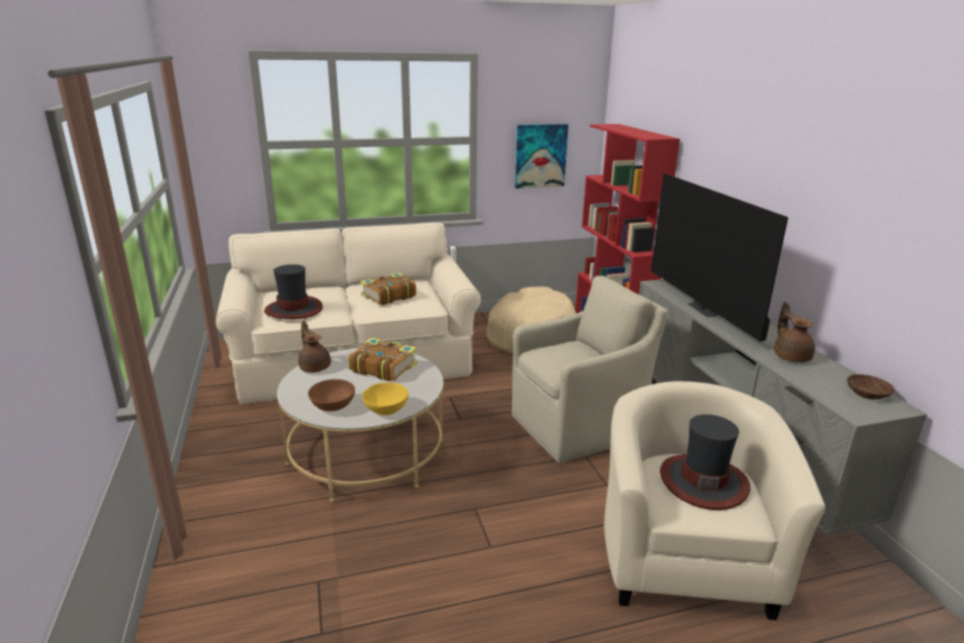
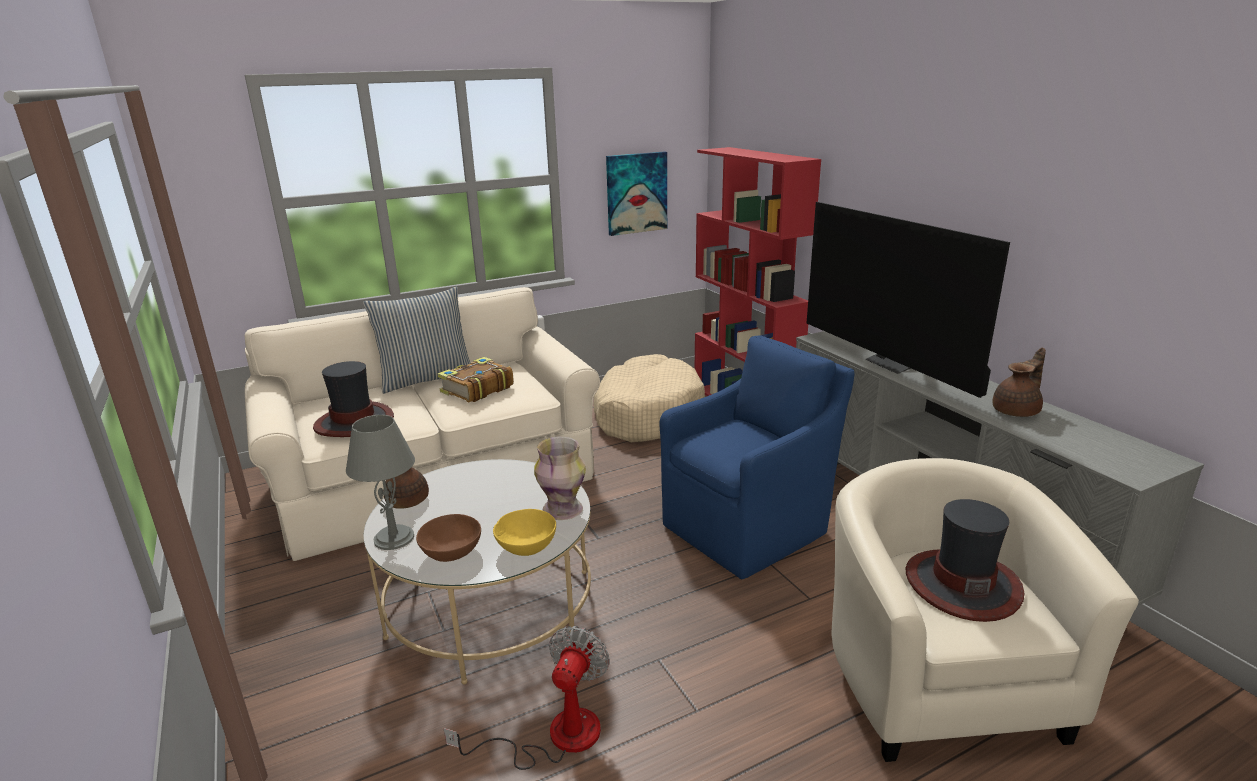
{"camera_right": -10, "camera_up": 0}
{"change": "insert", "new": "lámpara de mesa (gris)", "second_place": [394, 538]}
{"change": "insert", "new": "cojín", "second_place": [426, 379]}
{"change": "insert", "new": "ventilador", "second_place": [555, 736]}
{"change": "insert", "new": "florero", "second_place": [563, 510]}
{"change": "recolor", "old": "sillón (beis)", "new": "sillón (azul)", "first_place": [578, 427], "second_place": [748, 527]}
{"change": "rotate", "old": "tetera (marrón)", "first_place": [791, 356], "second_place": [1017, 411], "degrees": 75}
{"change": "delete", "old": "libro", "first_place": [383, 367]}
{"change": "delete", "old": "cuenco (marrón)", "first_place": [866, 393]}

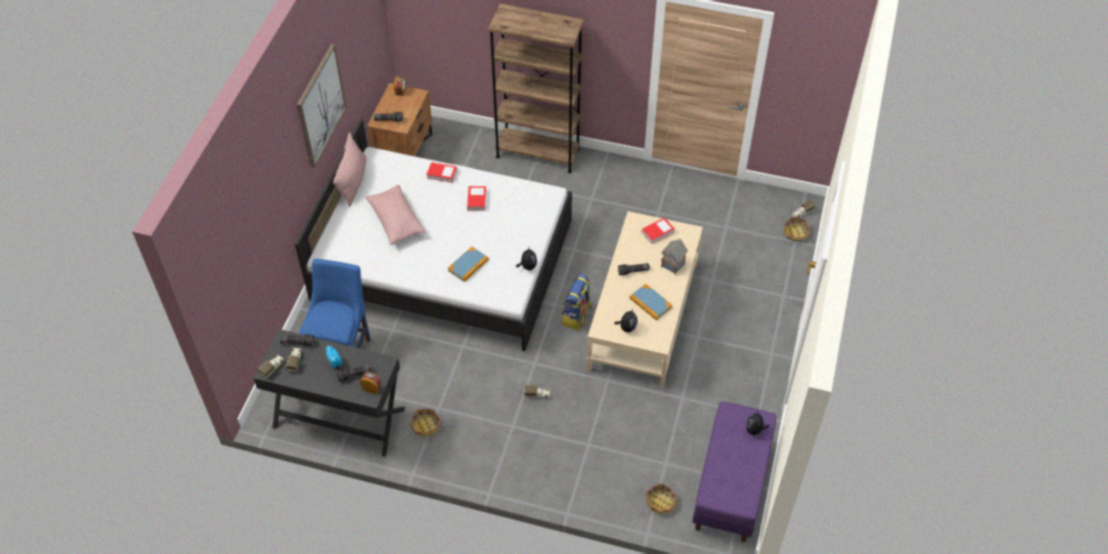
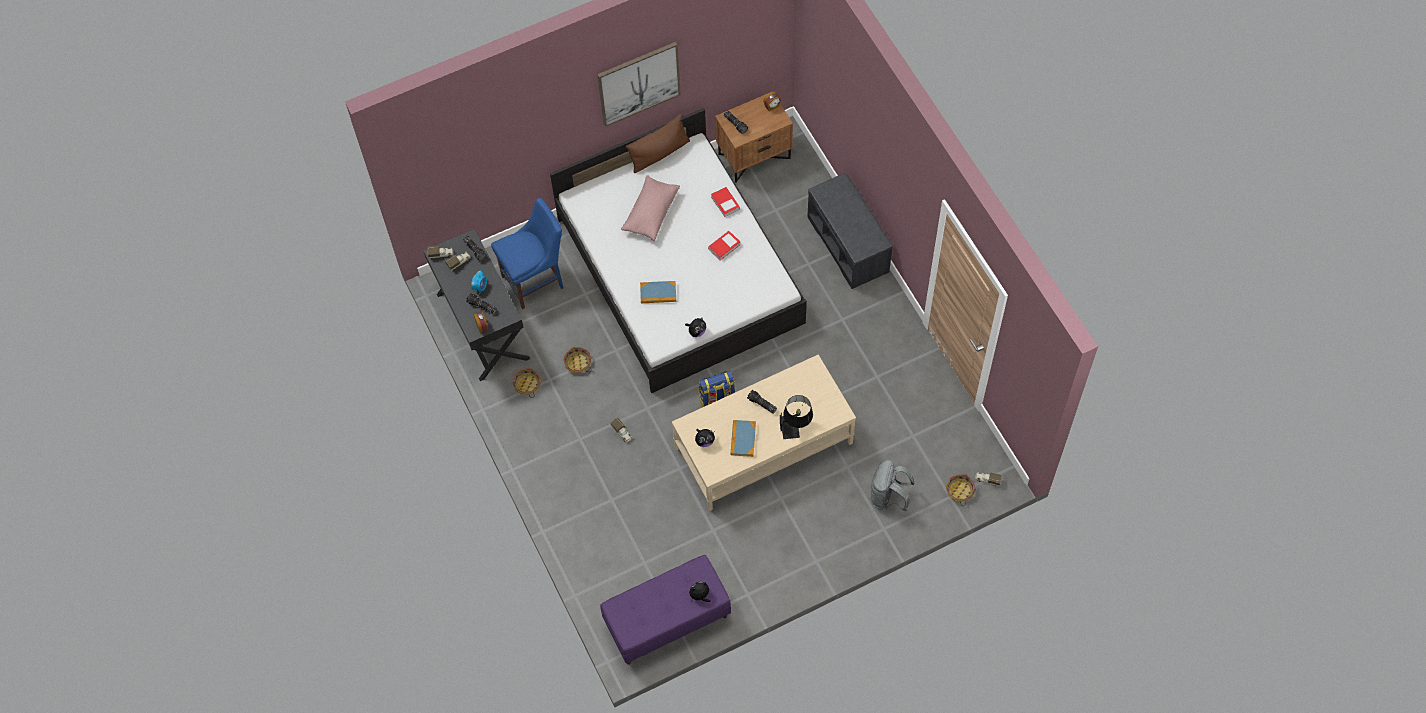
{"camera_right": 50, "camera_up": 10}
{"change": "move", "old": "cesta", "first_place": [661, 502], "second_place": [578, 363]}
{"change": "recolor", "old": "cojín (rosa)", "new": "cojín (marrón)", "first_place": [353, 181], "second_place": [659, 153]}
{"change": "replace", "old": "casita", "new": "lámpara de mesa (negro)", "first_place": [673, 265], "second_place": [795, 426]}
{"change": "replace", "old": "estantería (marrón)", "new": "banco (gris)", "first_place": [537, 153], "second_place": [849, 244]}
{"change": "insert", "new": "mochila (gris)", "second_place": [888, 498]}
{"change": "delete", "old": "libro", "first_place": [657, 232]}

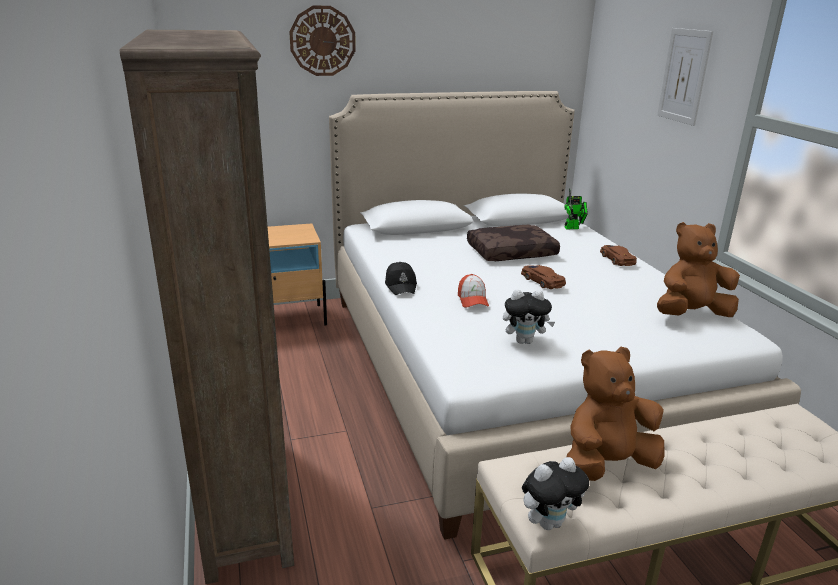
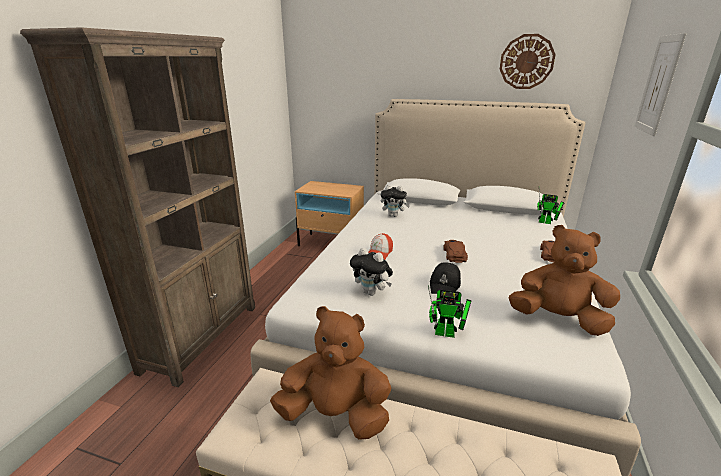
{"camera_right": 35, "camera_up": 0}
{"change": "move", "old": "peluche", "first_place": [549, 522], "second_place": [393, 215]}
{"change": "insert", "new": "robot de juguete", "second_place": [448, 333]}
{"change": "move", "old": "gorra (negro)", "first_place": [401, 285], "second_place": [445, 285]}
{"change": "move", "old": "reloj de pared", "first_place": [322, 41], "second_place": [526, 62]}
{"change": "delete", "old": "cojín (marrón)", "first_place": [511, 252]}

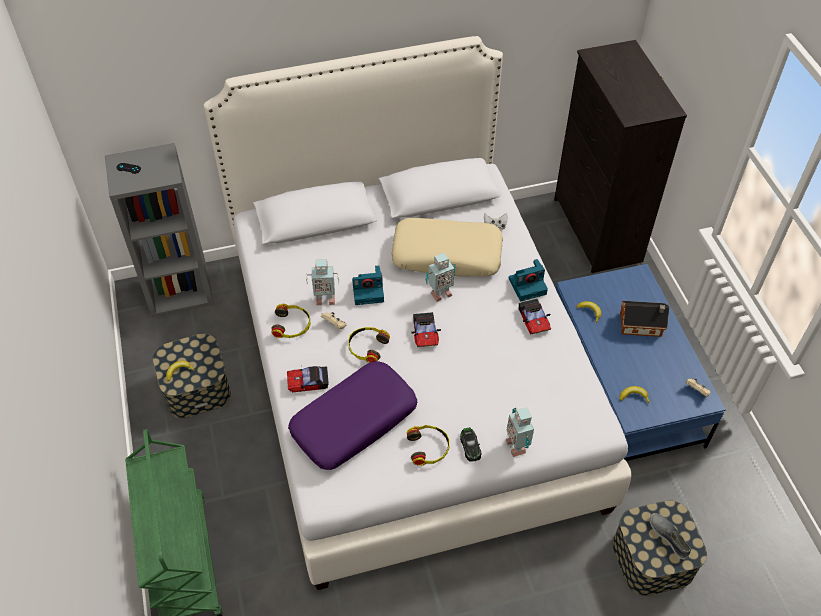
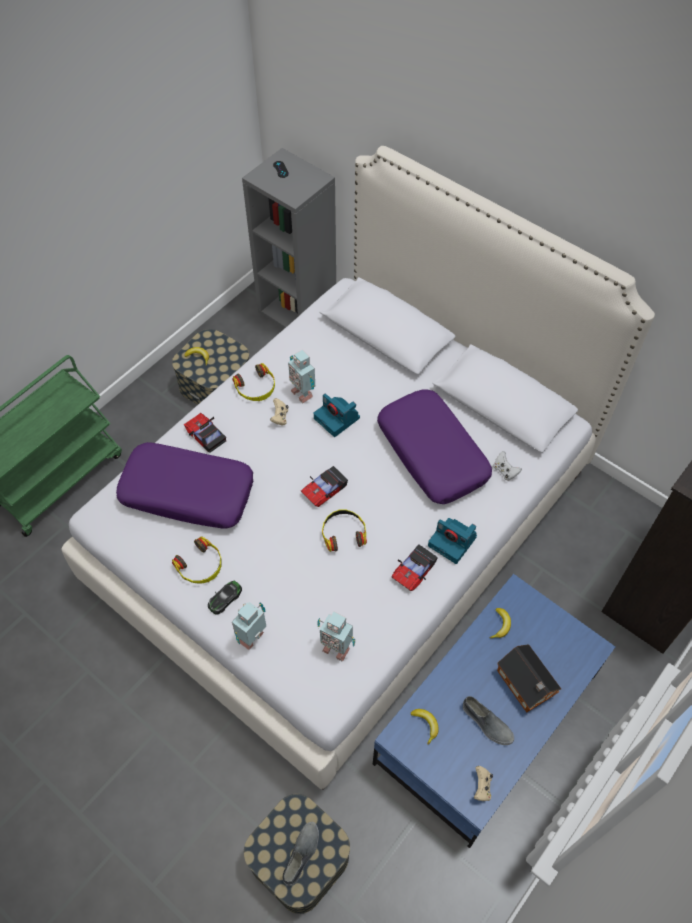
{"camera_right": 55, "camera_up": 5}
{"change": "move", "old": "robot de juguete", "first_place": [440, 293], "second_place": [336, 647]}
{"change": "move", "old": "auriculares", "first_place": [367, 347], "second_place": [343, 533]}
{"change": "recolor", "old": "cojín (beis)", "new": "cojín (morado)", "first_place": [447, 255], "second_place": [433, 453]}
{"change": "insert", "new": "zapato (gris)", "second_place": [486, 723]}

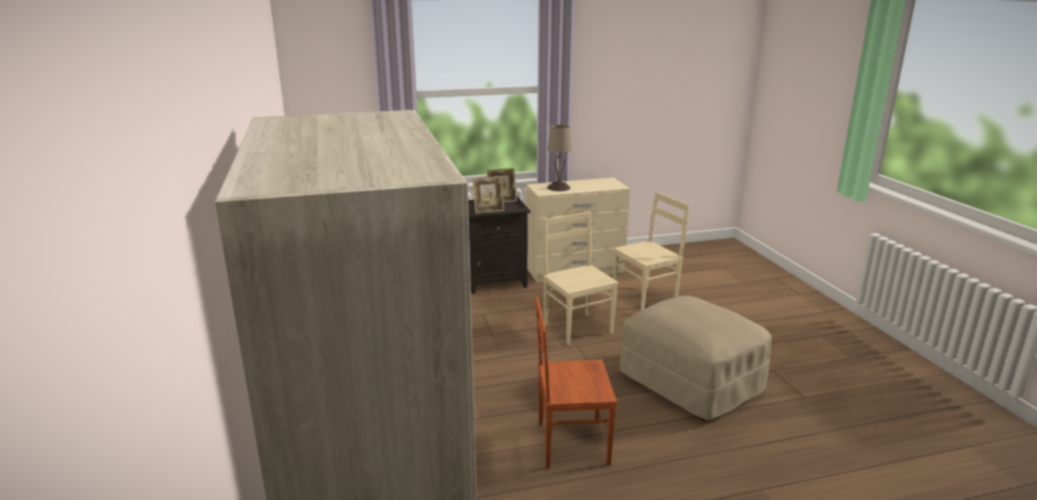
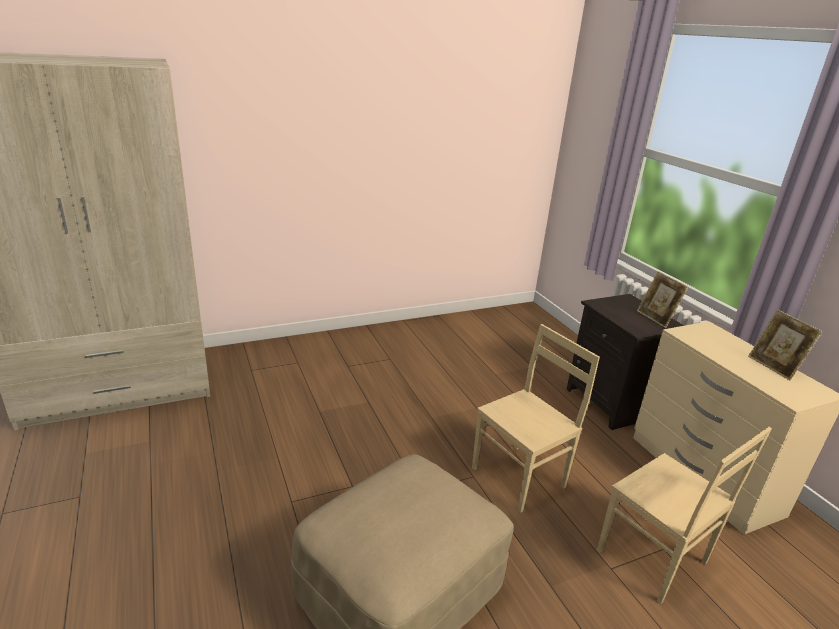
{"camera_right": 80, "camera_up": 5}
{"change": "move", "old": "portarretratos", "first_place": [488, 210], "second_place": [774, 367]}
{"change": "delete", "old": "silla (marrón)", "first_place": [571, 443]}
{"change": "delete", "old": "lámpara de mesa (beis)", "first_place": [559, 187]}

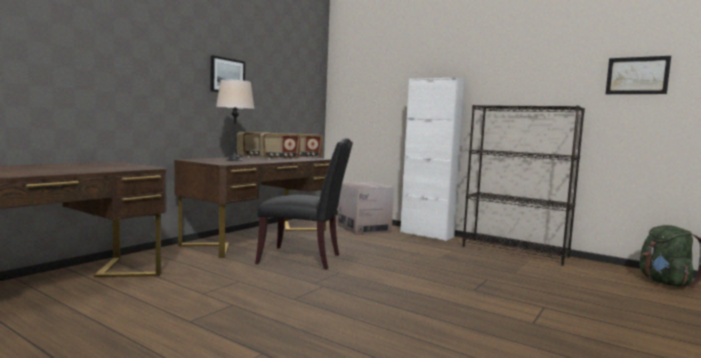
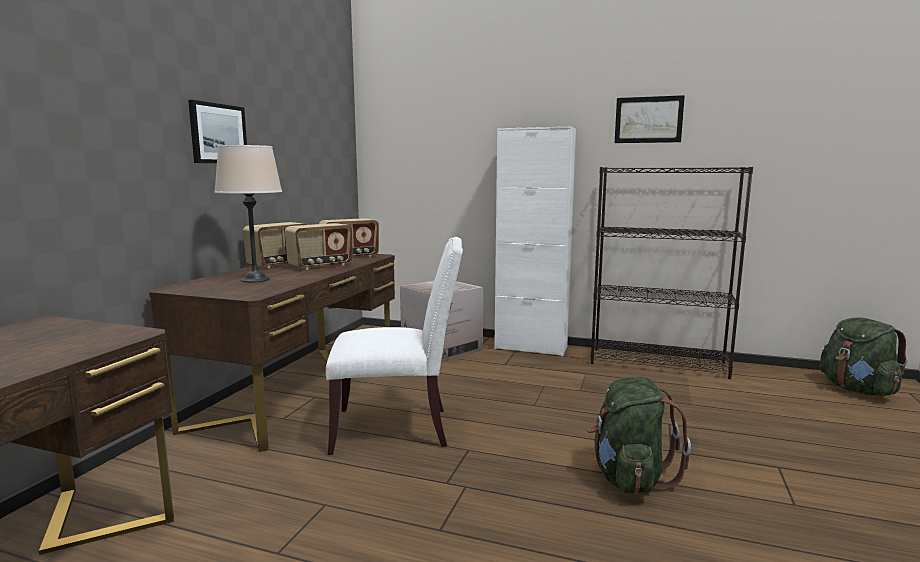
{"camera_right": -15, "camera_up": 5}
{"change": "recolor", "old": "silla (negro)", "new": "silla (blanco)", "first_place": [304, 259], "second_place": [397, 428]}
{"change": "insert", "new": "mochila (verde)", "second_place": [629, 478]}
{"change": "move", "old": "cuadro", "first_place": [637, 75], "second_place": [648, 120]}

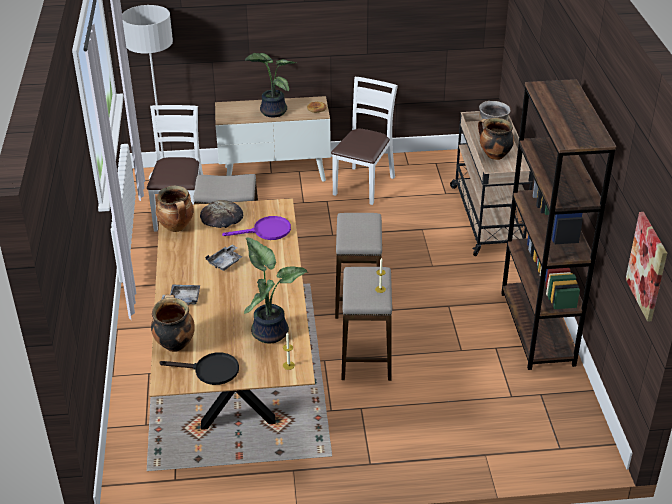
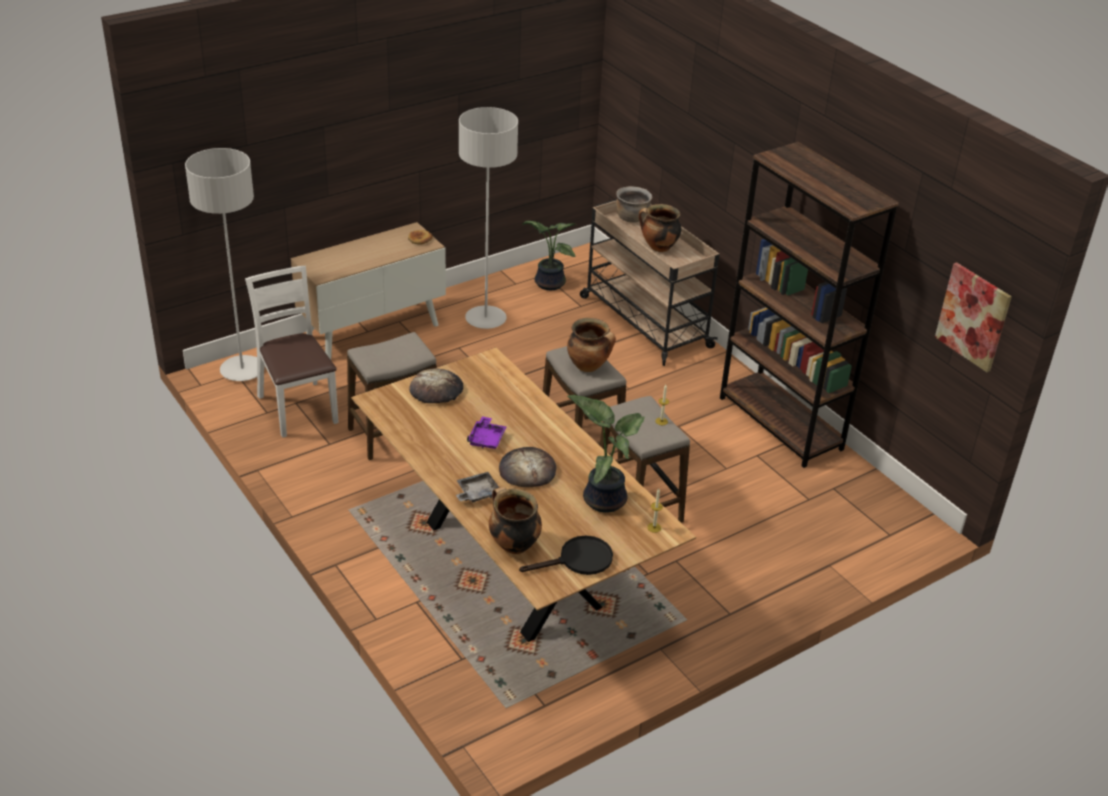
{"camera_right": -30, "camera_up": 0}
{"change": "replace", "old": "silla (blanco)", "new": "lámpara de pie (gris)", "first_place": [364, 185], "second_place": [485, 319]}
{"change": "recolor", "old": "bandeja (gris)", "new": "bandeja (morado)", "first_place": [225, 262], "second_place": [487, 439]}
{"change": "insert", "new": "pan", "second_place": [527, 470]}
{"change": "move", "old": "planta en maceta", "first_place": [271, 111], "second_place": [547, 284]}
{"change": "move", "old": "olla", "first_place": [177, 227], "second_place": [589, 366]}
{"change": "delete", "old": "sartén (morado)", "first_place": [266, 231]}

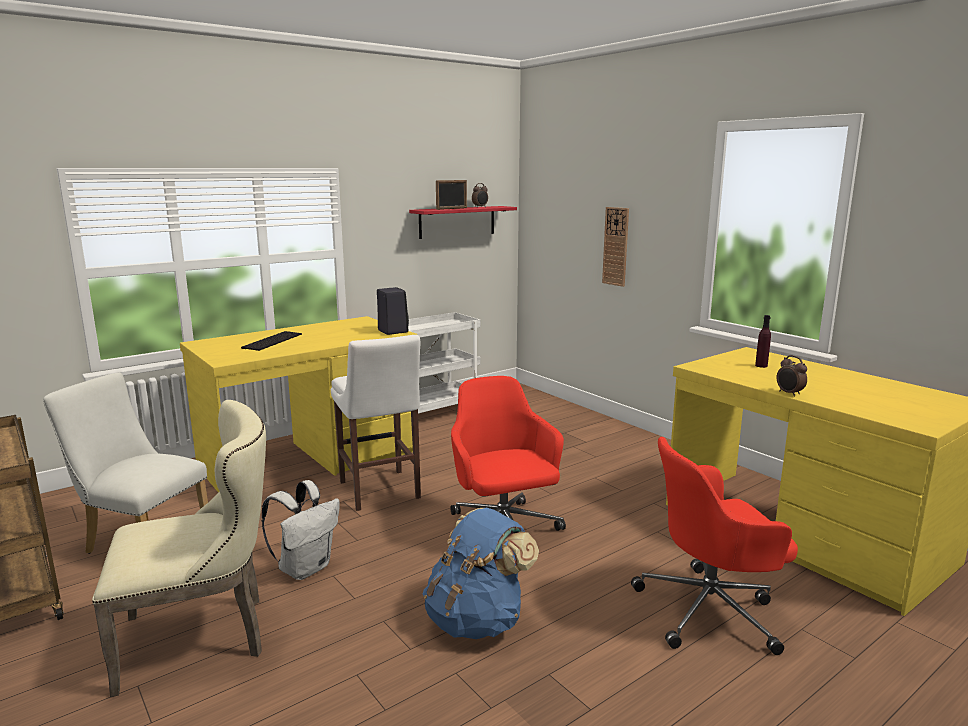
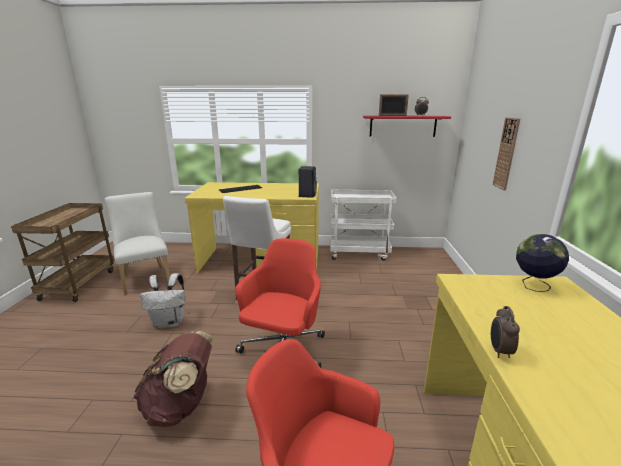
{"camera_right": 40, "camera_up": 5}
{"change": "recolor", "old": "mochila (azul)", "new": "mochila (marrón)", "first_place": [477, 620], "second_place": [181, 406]}
{"change": "insert", "new": "globo terráqueo", "second_place": [533, 286]}
{"change": "delete", "old": "silla (beis)", "first_place": [204, 636]}
{"change": "delete", "old": "botella (morado)", "first_place": [761, 366]}

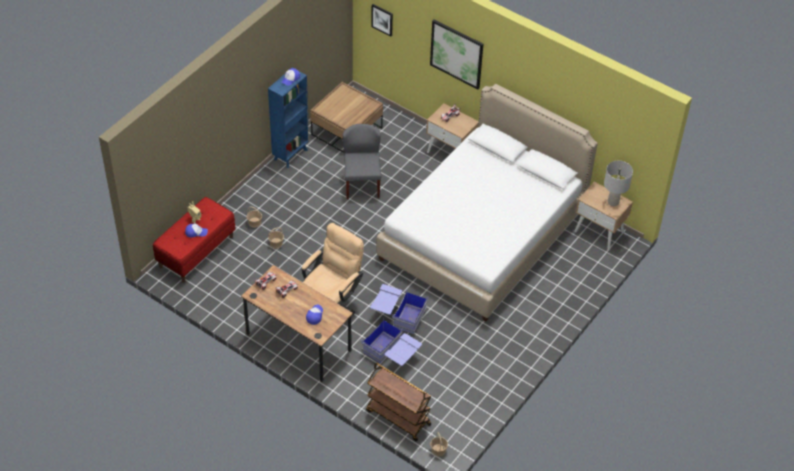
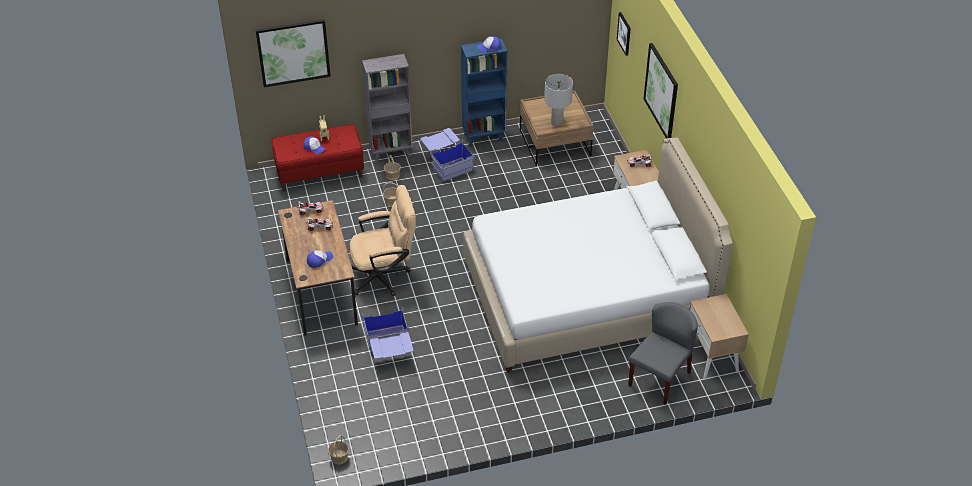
{"camera_right": 40, "camera_up": -5}
{"change": "insert", "new": "cuadro", "second_place": [293, 52]}
{"change": "insert", "new": "estantería (gris)", "second_place": [391, 153]}
{"change": "move", "old": "caja de almacenaje (azul)", "first_place": [398, 315], "second_place": [446, 162]}
{"change": "move", "old": "lámpara de mesa (gris)", "first_place": [613, 202], "second_place": [557, 122]}
{"change": "move", "old": "silla (gris)", "first_place": [362, 184], "second_place": [659, 378]}
{"change": "delete", "old": "carrito (marrón)", "first_place": [397, 417]}

